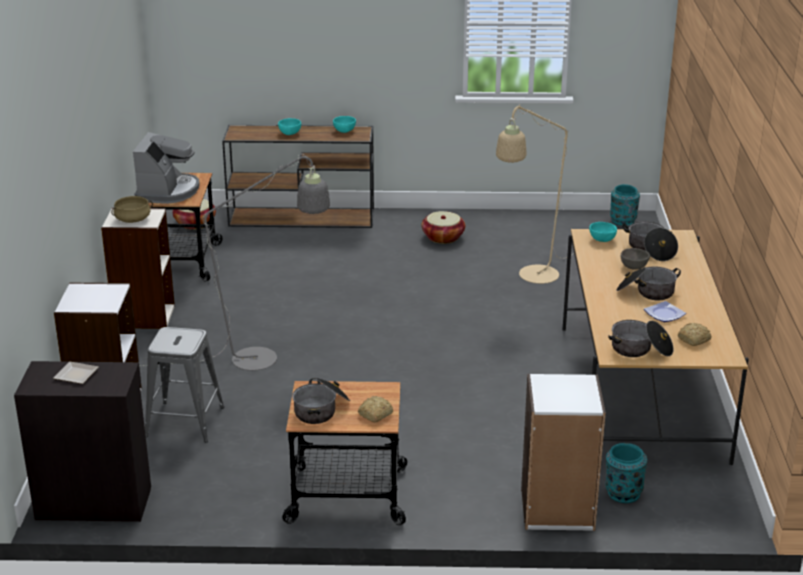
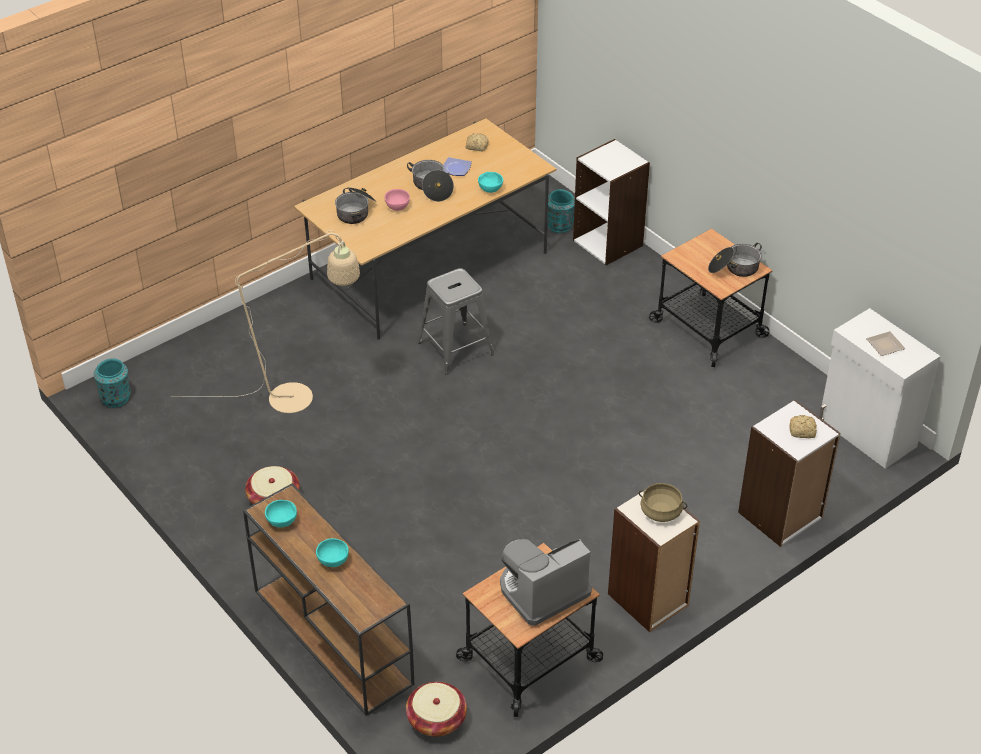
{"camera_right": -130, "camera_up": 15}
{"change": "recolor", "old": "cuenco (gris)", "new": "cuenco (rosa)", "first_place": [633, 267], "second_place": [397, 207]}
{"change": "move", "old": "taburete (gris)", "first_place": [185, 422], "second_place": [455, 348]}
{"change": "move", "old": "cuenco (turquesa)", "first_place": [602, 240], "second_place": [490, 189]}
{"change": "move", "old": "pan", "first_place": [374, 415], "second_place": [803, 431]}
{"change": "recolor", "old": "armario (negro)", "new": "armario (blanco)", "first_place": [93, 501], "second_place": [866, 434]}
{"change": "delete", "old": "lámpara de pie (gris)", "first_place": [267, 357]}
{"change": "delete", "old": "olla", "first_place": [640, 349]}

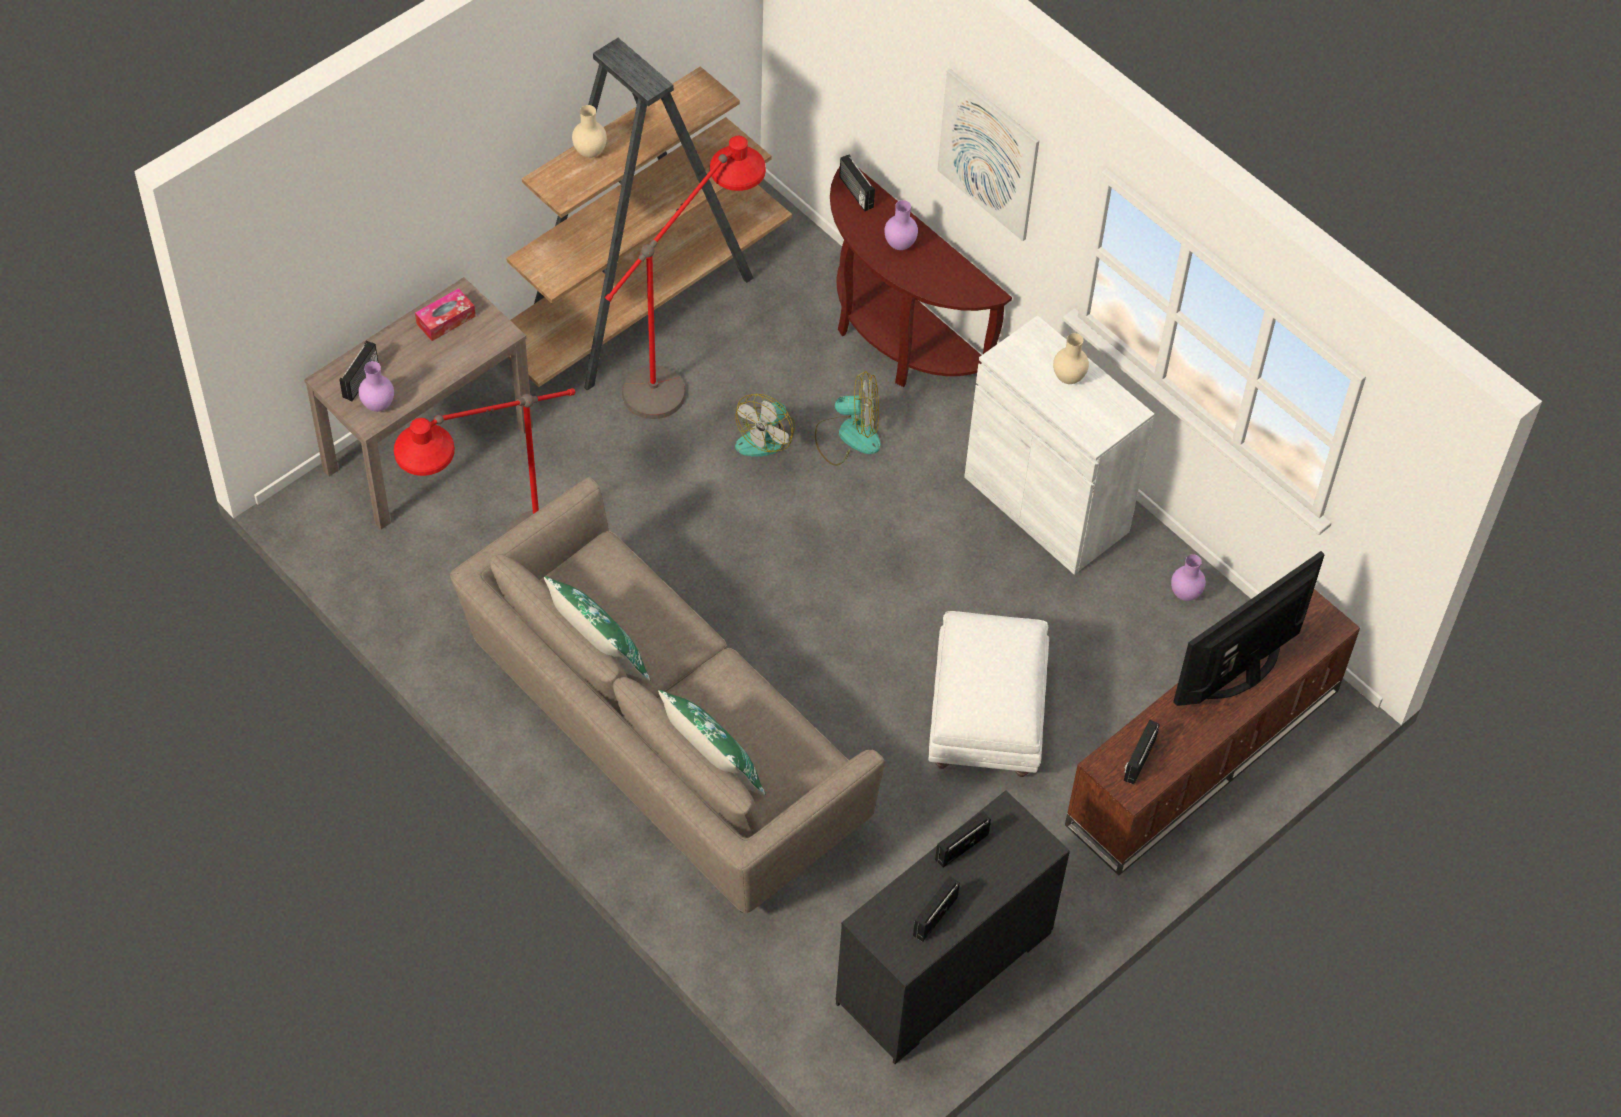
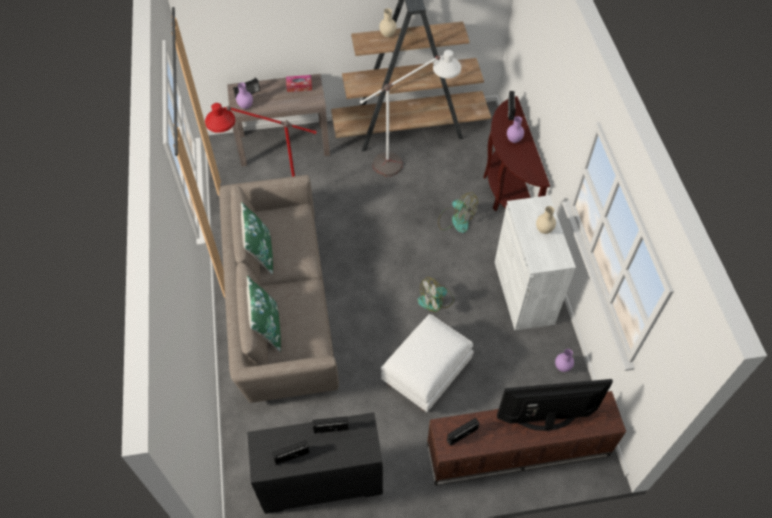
{"camera_right": 35, "camera_up": 0}
{"change": "recolor", "old": "lámpara de pie (rojo)", "new": "lámpara de pie (blanco)", "first_place": [687, 369], "second_place": [408, 161]}
{"change": "move", "old": "ventilador", "first_place": [766, 436], "second_place": [436, 301]}
{"change": "delete", "old": "cuadro", "first_place": [988, 155]}

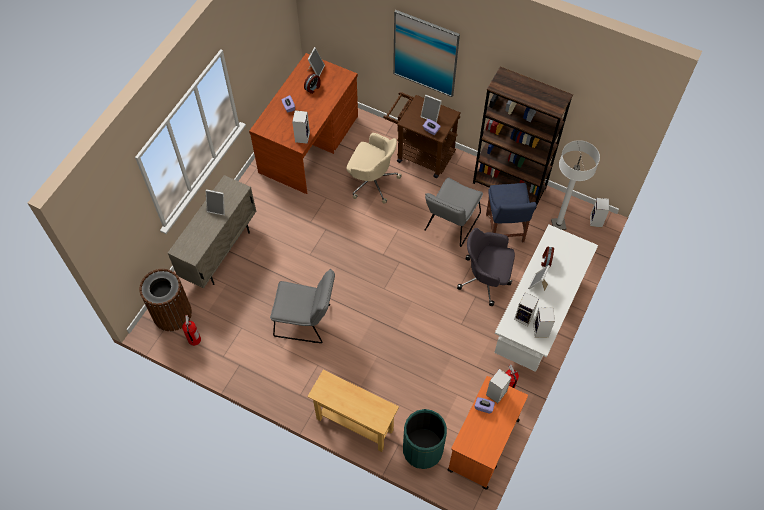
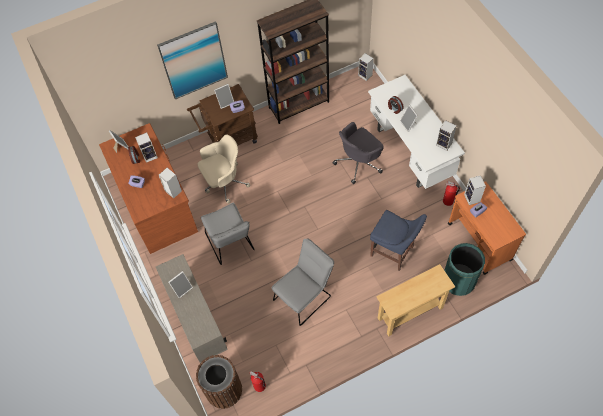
{"camera_right": -50, "camera_up": 0}
{"change": "move", "old": "altavoz", "first_place": [524, 317], "second_place": [150, 155]}
{"change": "move", "old": "silla (gris)", "first_place": [450, 225], "second_place": [231, 244]}
{"change": "move", "old": "silla (azul)", "first_place": [505, 230], "second_place": [394, 252]}
{"change": "delete", "old": "lámpara de pie (blanco)", "first_place": [558, 224]}

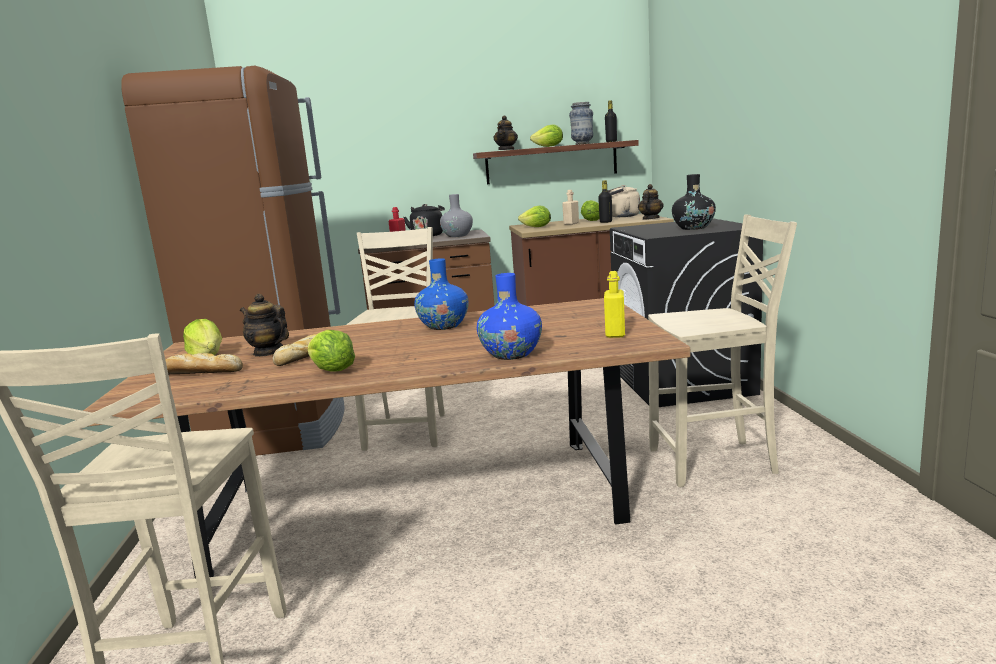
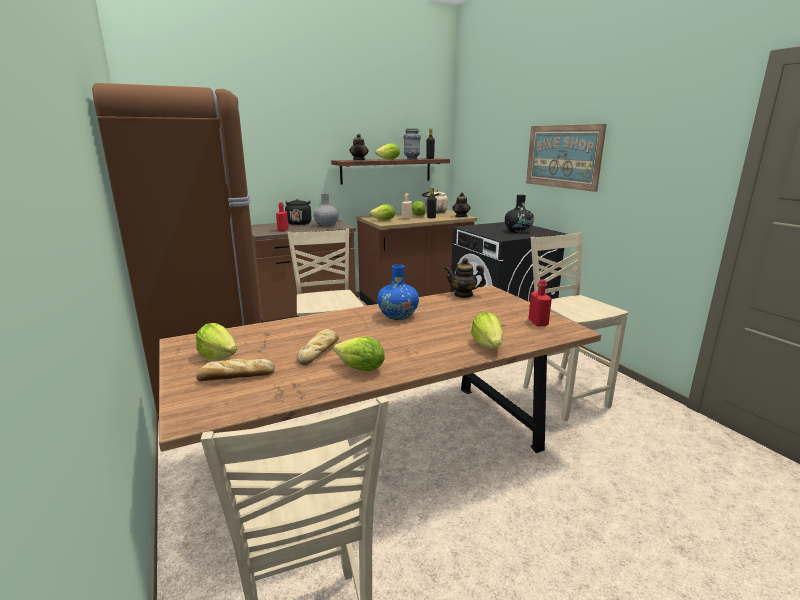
{"camera_right": -20, "camera_up": 5}
{"change": "move", "old": "tetera", "first_place": [268, 352], "second_place": [463, 295]}
{"change": "replace", "old": "florero (azul)", "new": "lechuga", "first_place": [511, 354], "second_place": [487, 345]}
{"change": "rotate", "old": "silla (beis)", "first_place": [715, 462], "second_place": [563, 396], "degrees": -90}
{"change": "insert", "new": "cuadro", "second_place": [562, 156]}
{"change": "recolor", "old": "botella (amarillo)", "new": "botella (rojo)", "first_place": [615, 334], "second_place": [538, 322]}

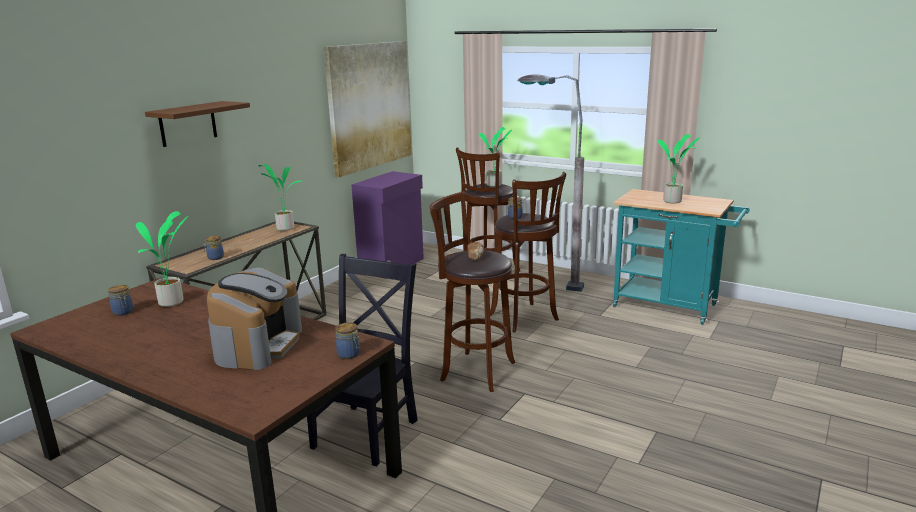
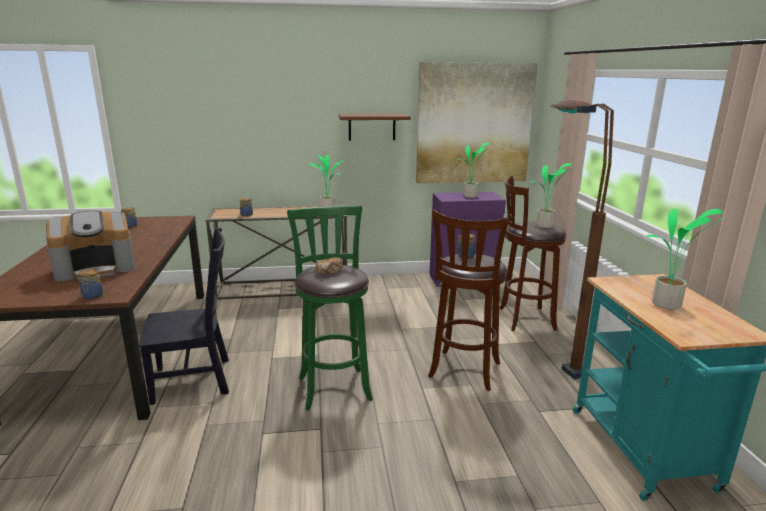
{"camera_right": 50, "camera_up": 0}
{"change": "recolor", "old": "taburete (marrón)", "new": "taburete (verde)", "first_place": [474, 370], "second_place": [333, 386]}
{"change": "move", "old": "estante (marrón)", "first_place": [188, 124], "second_place": [372, 127]}
{"change": "move", "old": "planta en maceta", "first_place": [173, 302], "second_place": [471, 196]}
{"change": "recolor", "old": "lámpara de pie (gris)", "new": "lámpara de pie (marrón)", "first_place": [544, 284], "second_place": [550, 353]}

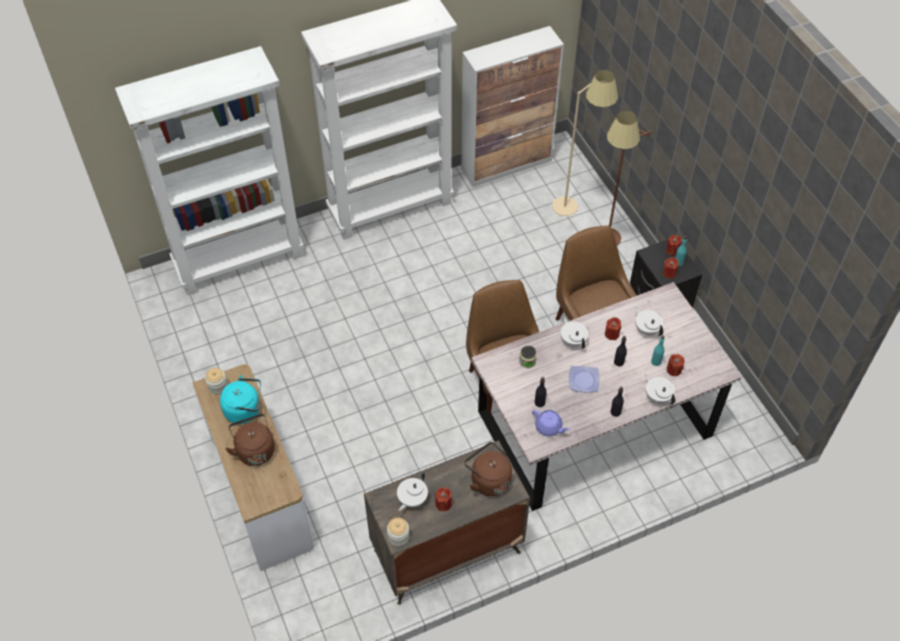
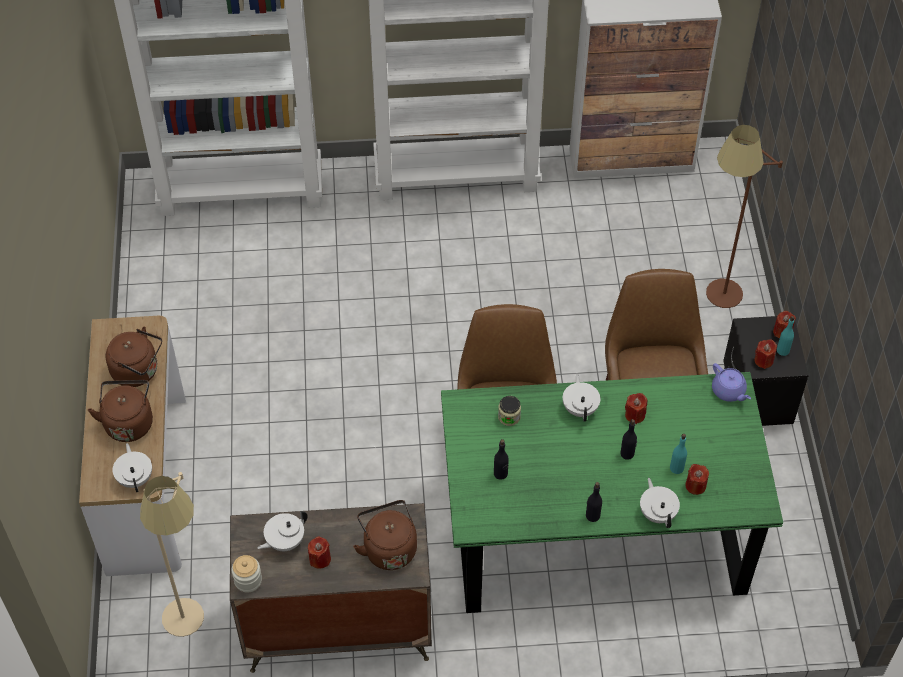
{"camera_right": 20, "camera_up": 0}
{"change": "recolor", "old": "hervidor (turquesa)", "new": "hervidor (marrón)", "first_place": [245, 410], "second_place": [138, 371]}
{"change": "move", "old": "tetera (blanco)", "first_place": [647, 329], "second_place": [135, 478]}
{"change": "move", "old": "lámpara de pie (beis)", "first_place": [576, 210], "second_place": [195, 630]}
{"change": "recolor", "old": "mesa de comedor (gris)", "new": "mesa de comedor (verde)", "first_place": [593, 422], "second_place": [596, 527]}
{"change": "move", "old": "tetera (morado)", "first_place": [549, 427], "second_place": [728, 391]}
{"change": "delete", "old": "tarro", "first_place": [218, 386]}
{"change": "delete", "old": "plato", "first_place": [584, 380]}

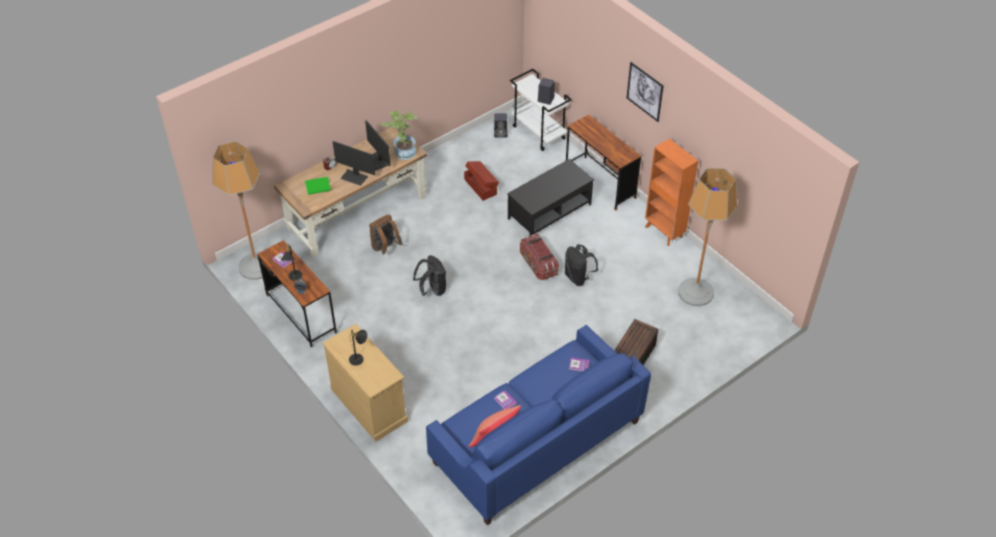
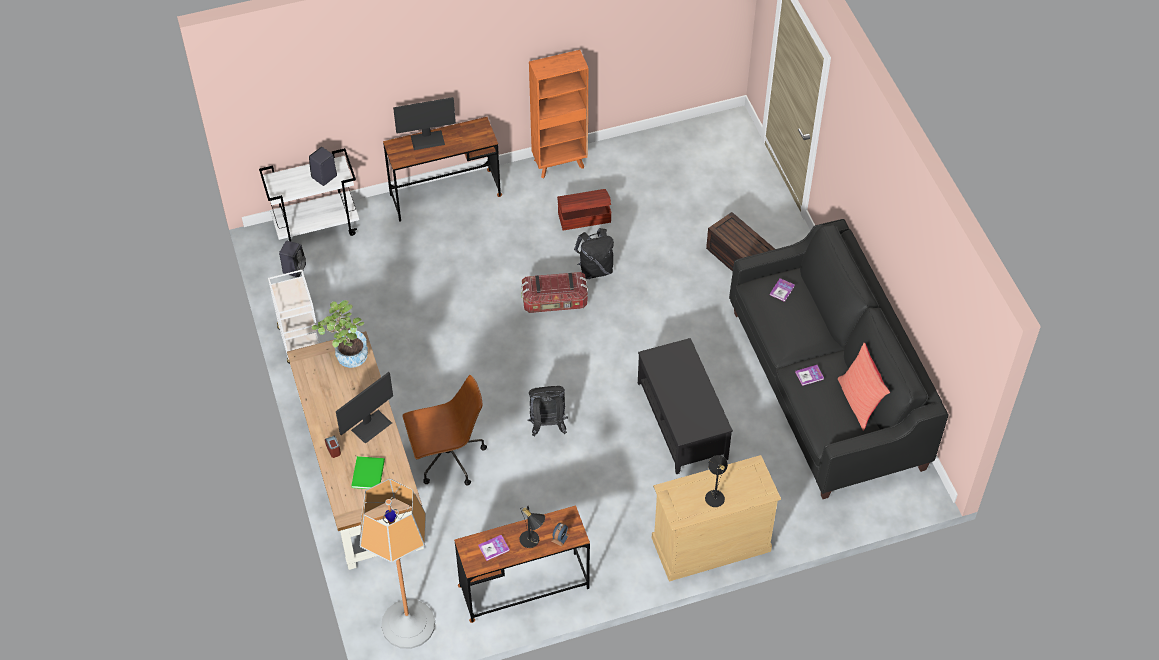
{"camera_right": -70, "camera_up": 5}
{"change": "insert", "new": "carrito (blanco)", "second_place": [301, 342]}
{"change": "move", "old": "monitor", "first_place": [377, 161], "second_place": [427, 139]}
{"change": "replace", "old": "mochila (marrón)", "new": "silla de oficina (marrón)", "first_place": [385, 248], "second_place": [447, 459]}
{"change": "move", "old": "caja de almacenaje (marrón)", "first_place": [480, 186], "second_place": [583, 217]}
{"change": "move", "old": "mesa de centro (negro)", "first_place": [550, 212], "second_place": [683, 420]}
{"change": "recolor", "old": "sofá (azul)", "new": "sofá (negro)", "first_place": [536, 441], "second_place": [826, 388]}
{"change": "delete", "old": "cuadro", "first_place": [644, 91]}
{"change": "delete", "old": "lámpara de pie", "first_place": [695, 292]}

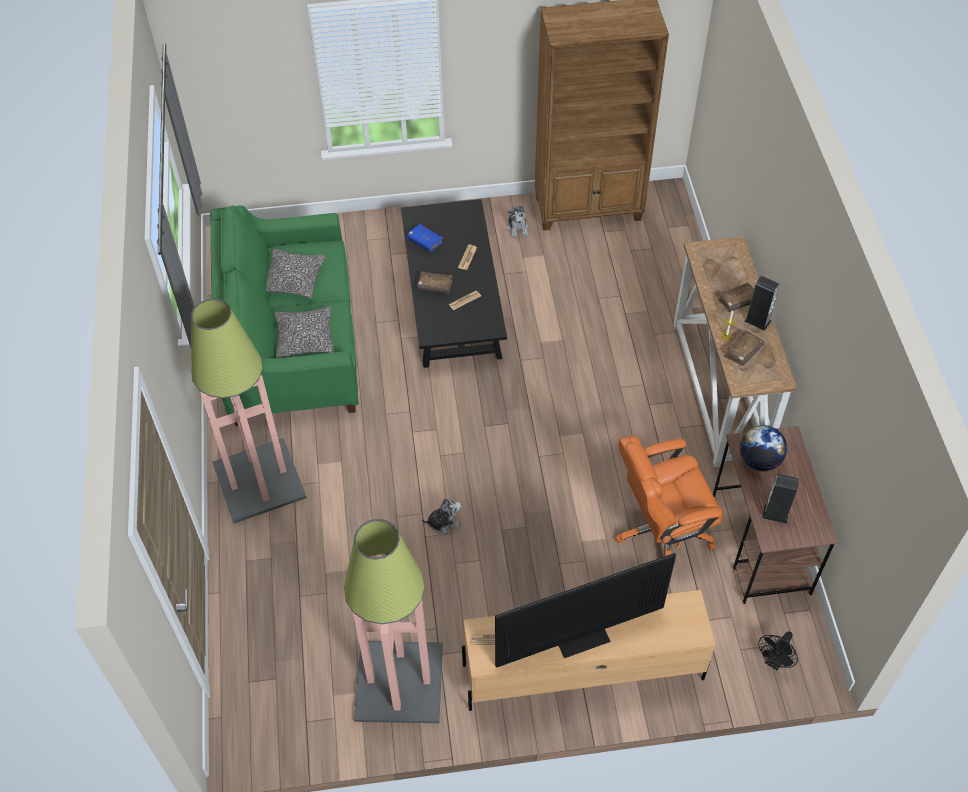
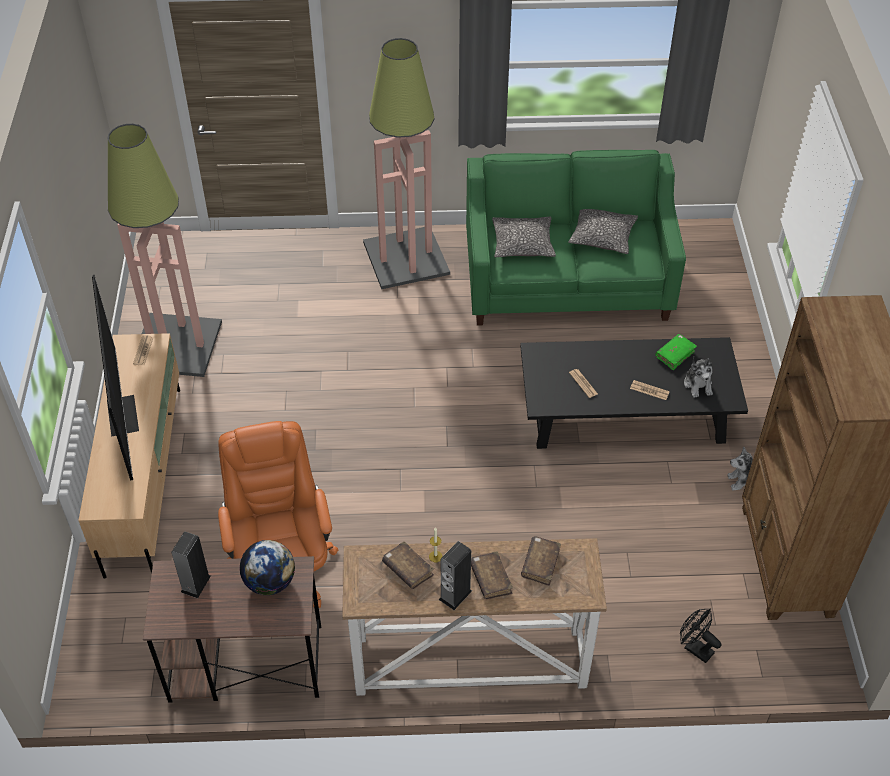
{"camera_right": 95, "camera_up": -5}
{"change": "move", "old": "libro (marrón)", "first_place": [435, 286], "second_place": [540, 564]}
{"change": "recolor", "old": "libro (azul)", "new": "libro (verde)", "first_place": [425, 241], "second_place": [675, 355]}
{"change": "move", "old": "ventilador (negro)", "first_place": [774, 661], "second_place": [694, 648]}
{"change": "move", "old": "peluche", "first_place": [443, 522], "second_place": [698, 385]}

